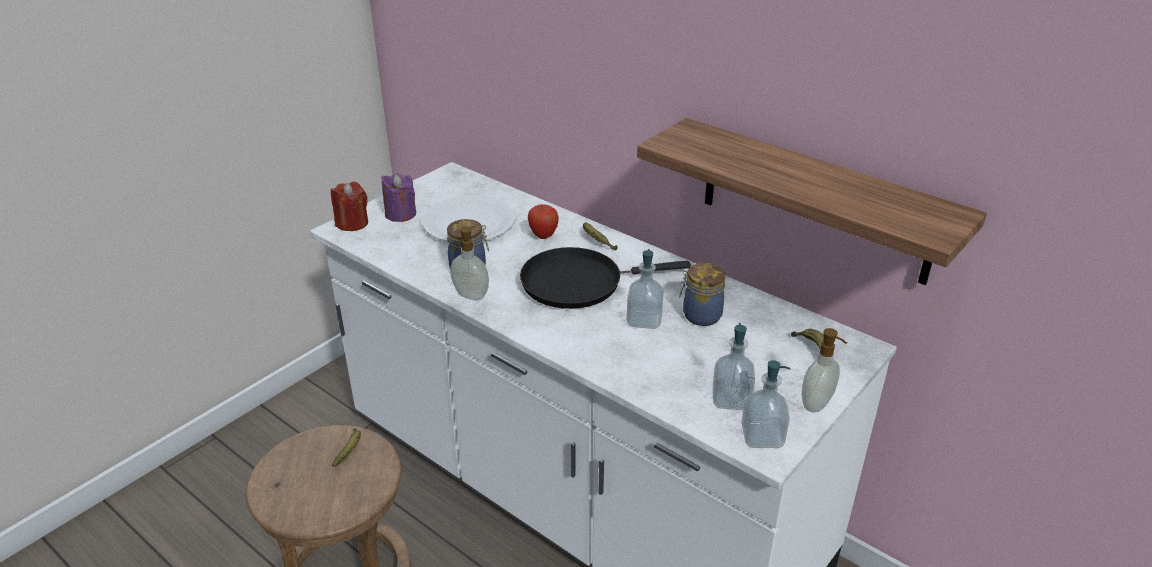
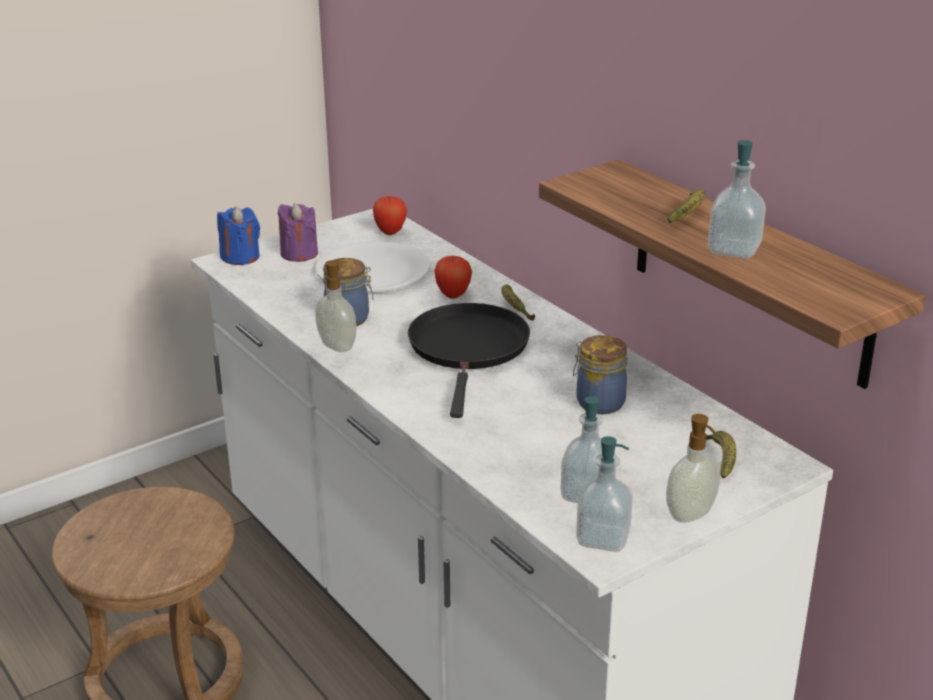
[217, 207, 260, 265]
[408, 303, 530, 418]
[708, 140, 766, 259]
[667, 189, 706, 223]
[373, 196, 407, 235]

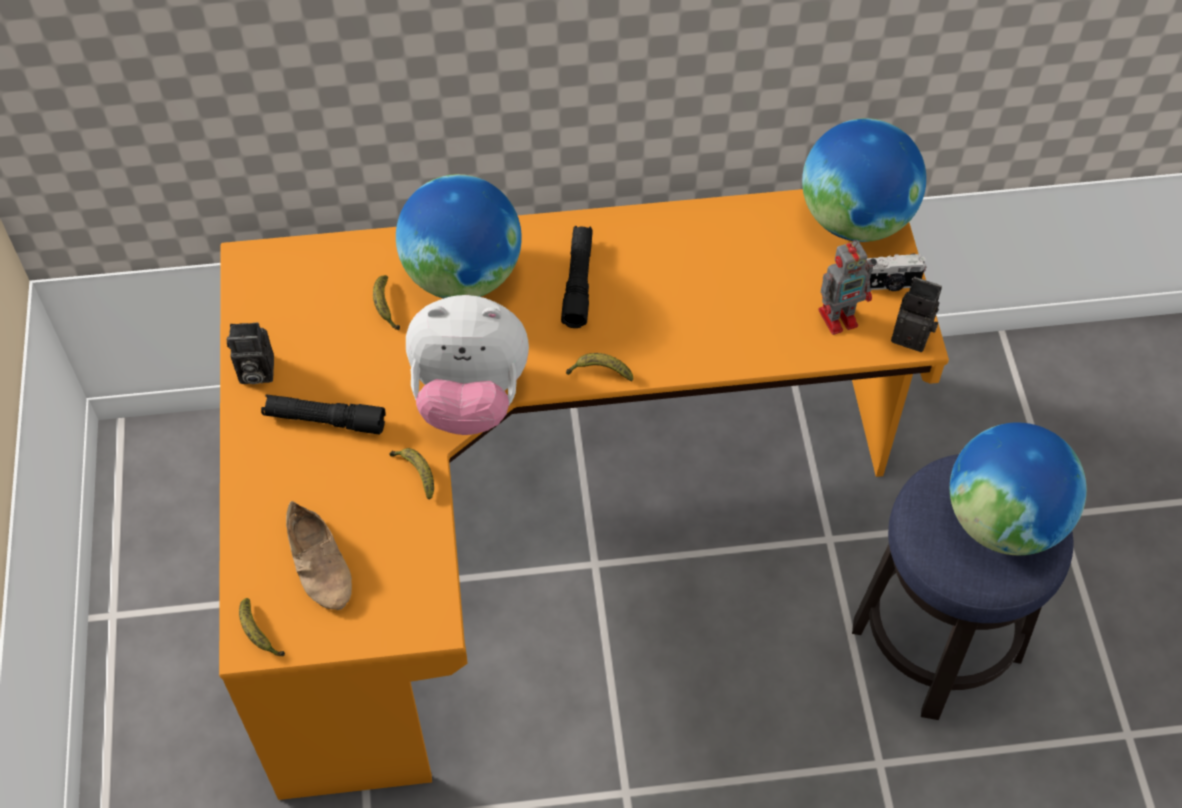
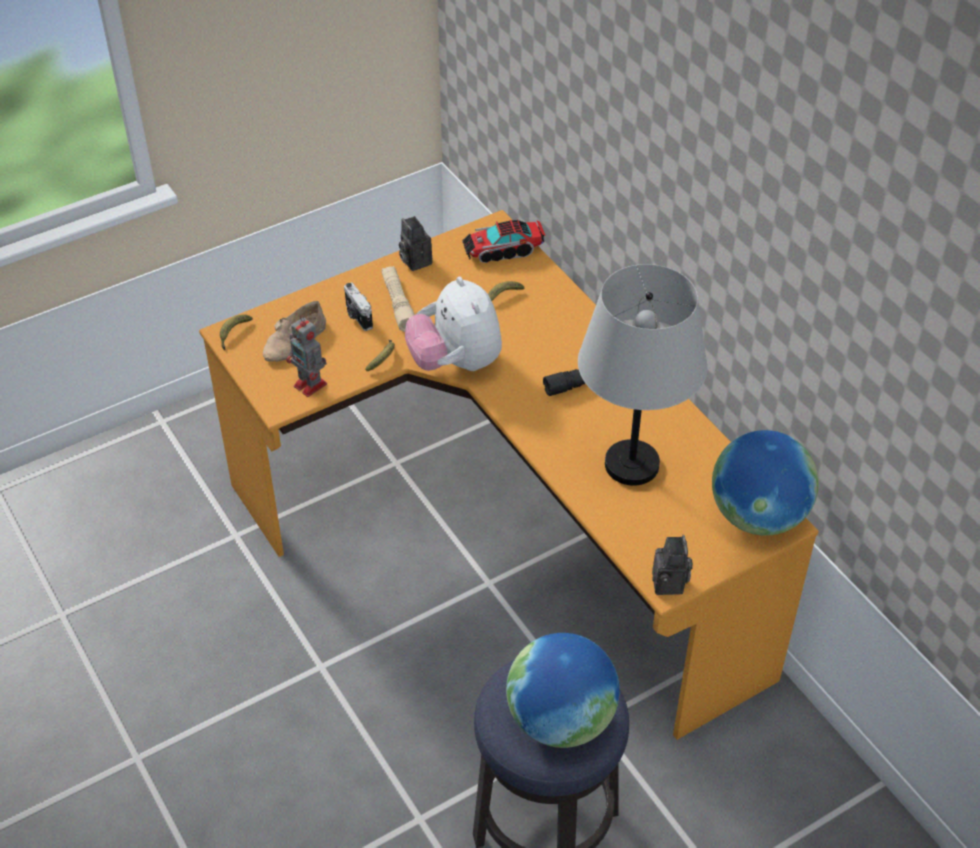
[396, 174, 522, 298] (first image)
[287, 315, 327, 397]
[344, 283, 373, 331]
[566, 353, 633, 382] (first image)
[382, 266, 415, 332]
[462, 220, 545, 263]
[578, 264, 707, 486]

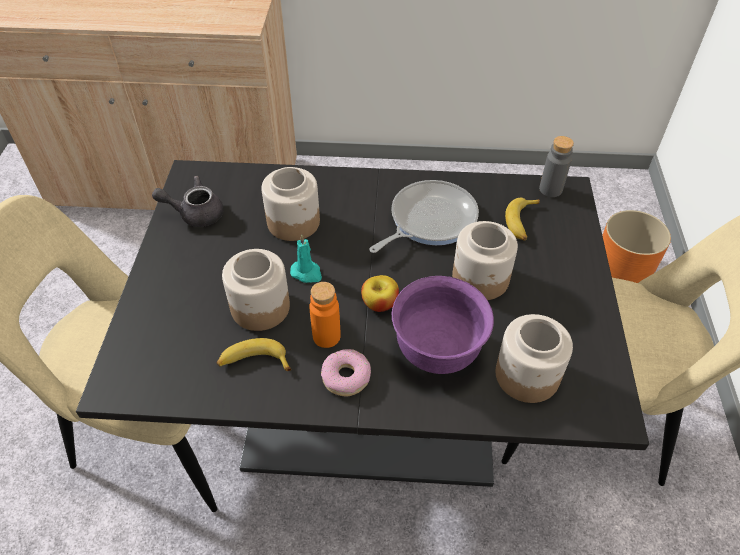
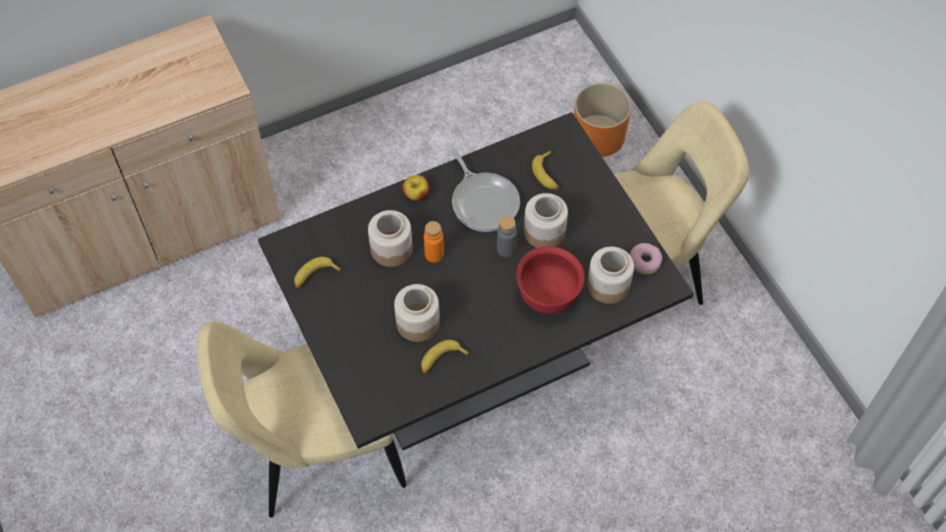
[497, 216, 517, 257]
[294, 257, 343, 288]
[452, 149, 520, 232]
[290, 234, 322, 283] (first image)
[403, 175, 429, 201]
[516, 246, 585, 314]
[424, 221, 444, 263]
[630, 243, 662, 274]

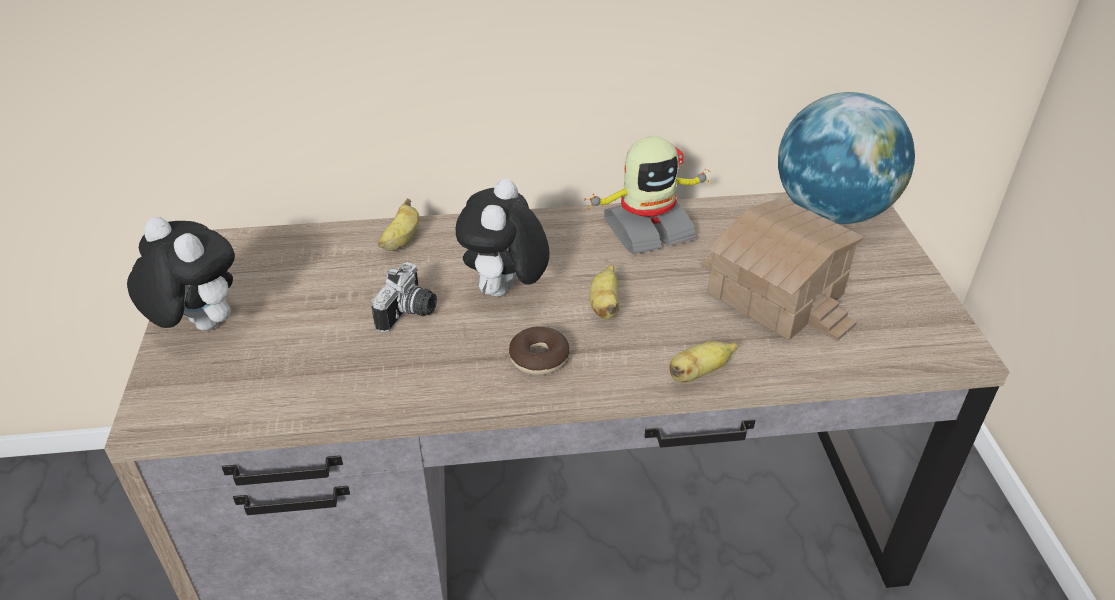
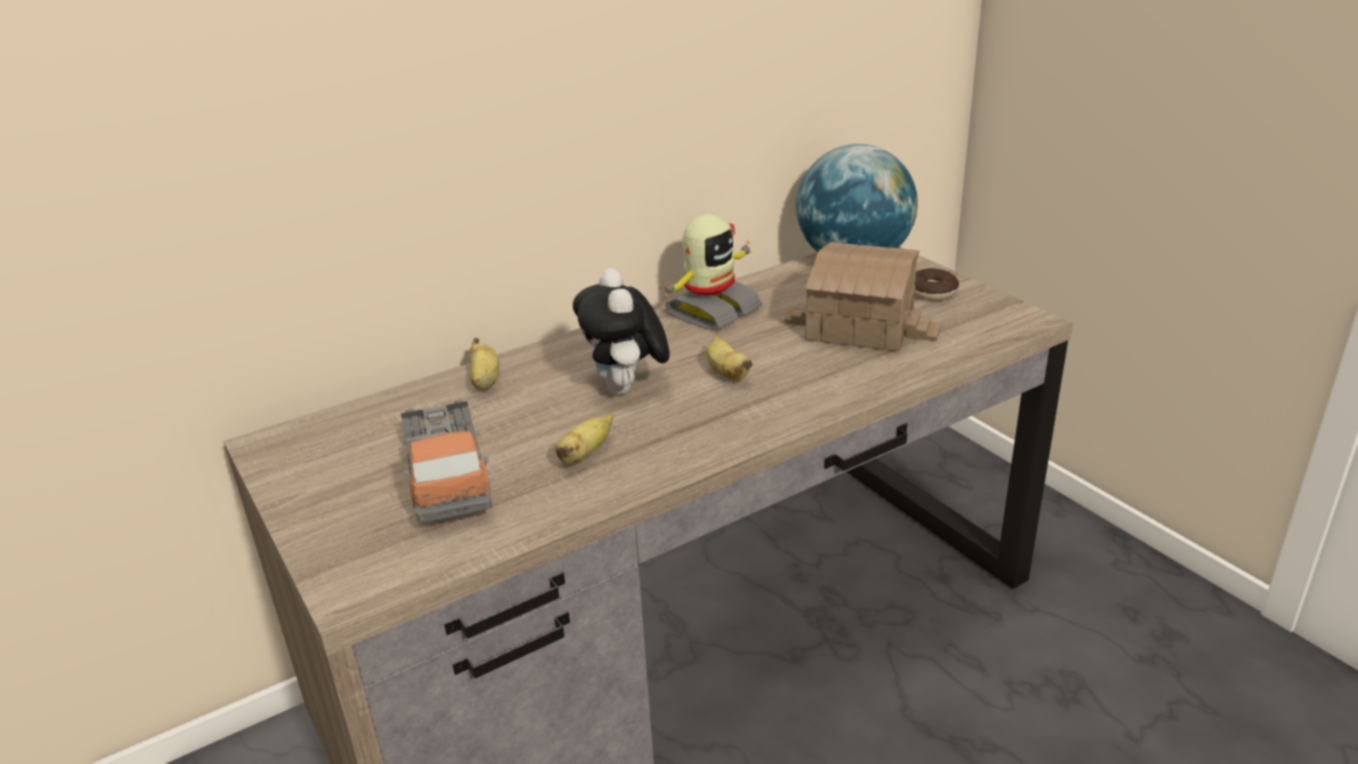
[127, 217, 235, 331] (first image)
[371, 262, 437, 333] (first image)
[915, 268, 959, 301]
[555, 414, 613, 465]
[401, 399, 492, 523]

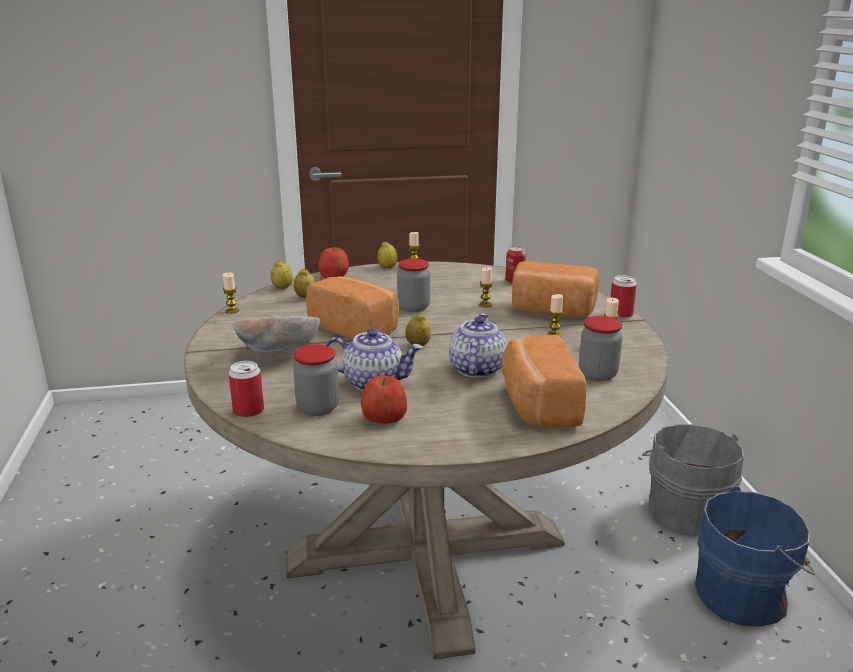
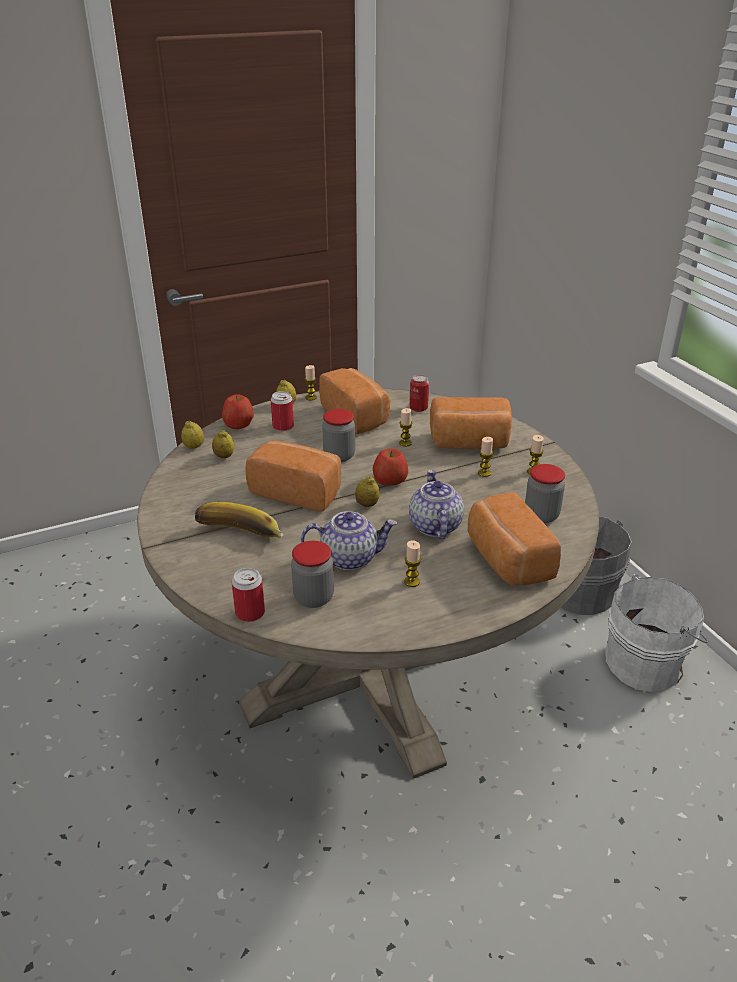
[404, 540, 421, 587]
[271, 391, 294, 431]
[195, 502, 283, 539]
[373, 449, 408, 485]
[605, 574, 708, 692]
[319, 368, 390, 434]

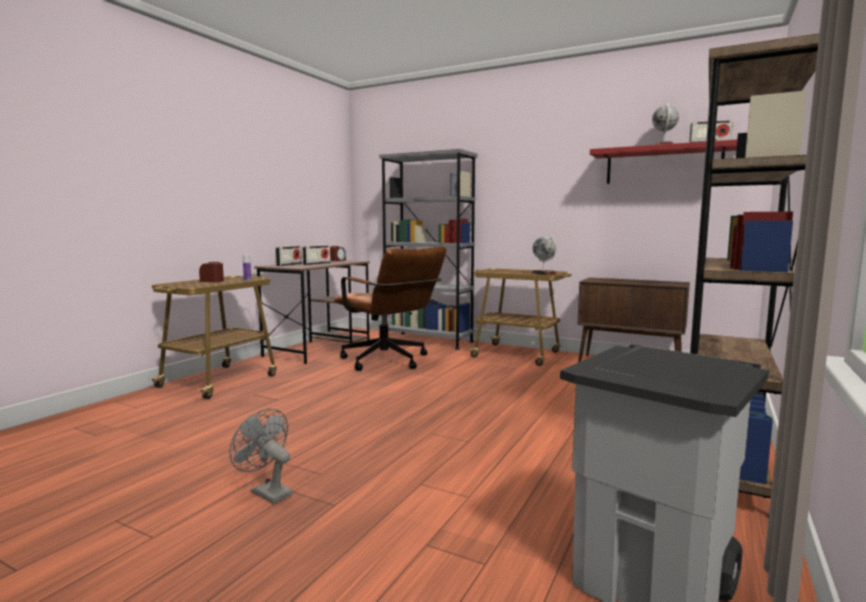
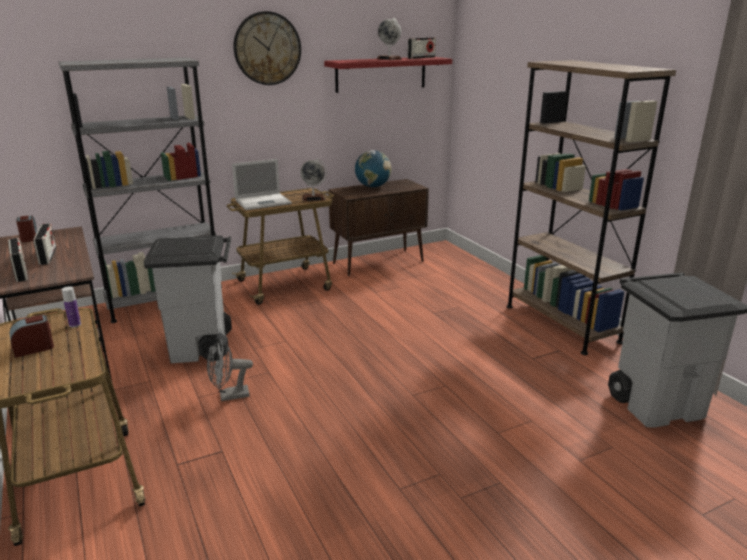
[144, 235, 232, 363]
[207, 339, 253, 401]
[233, 11, 301, 85]
[355, 150, 391, 187]
[232, 159, 292, 210]

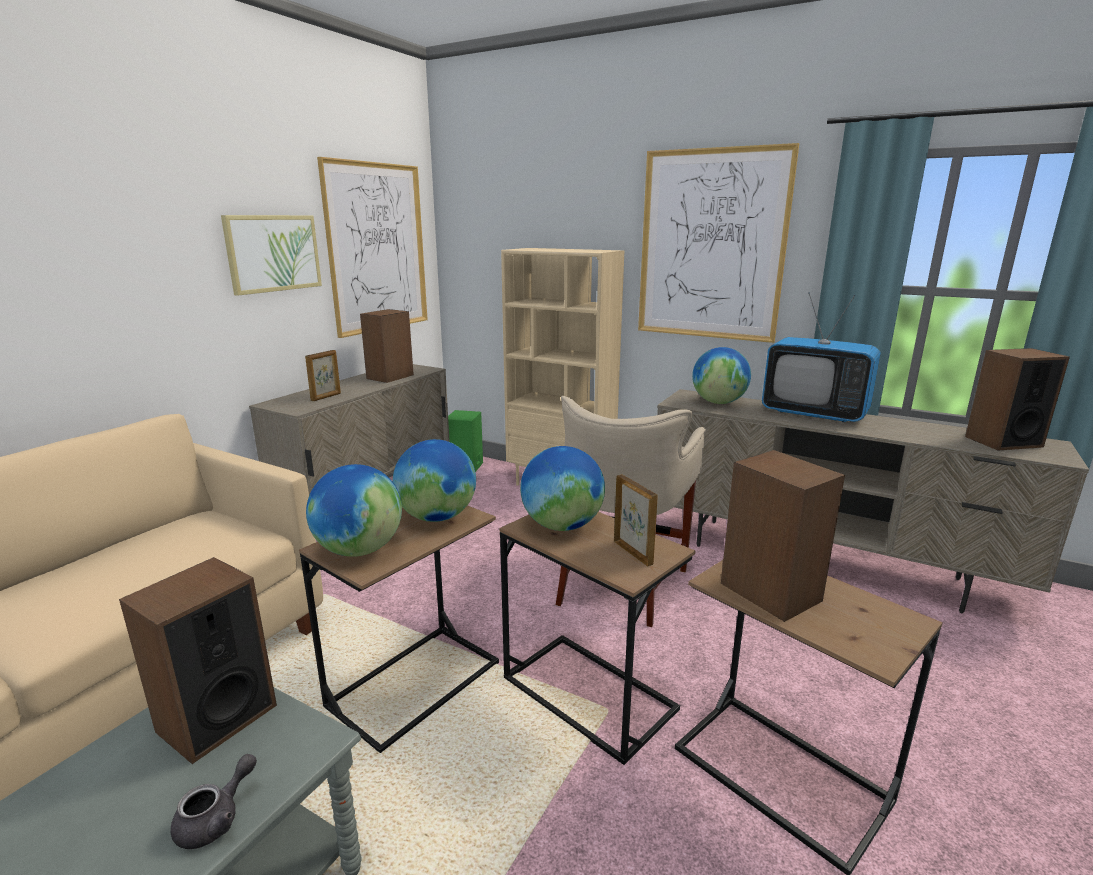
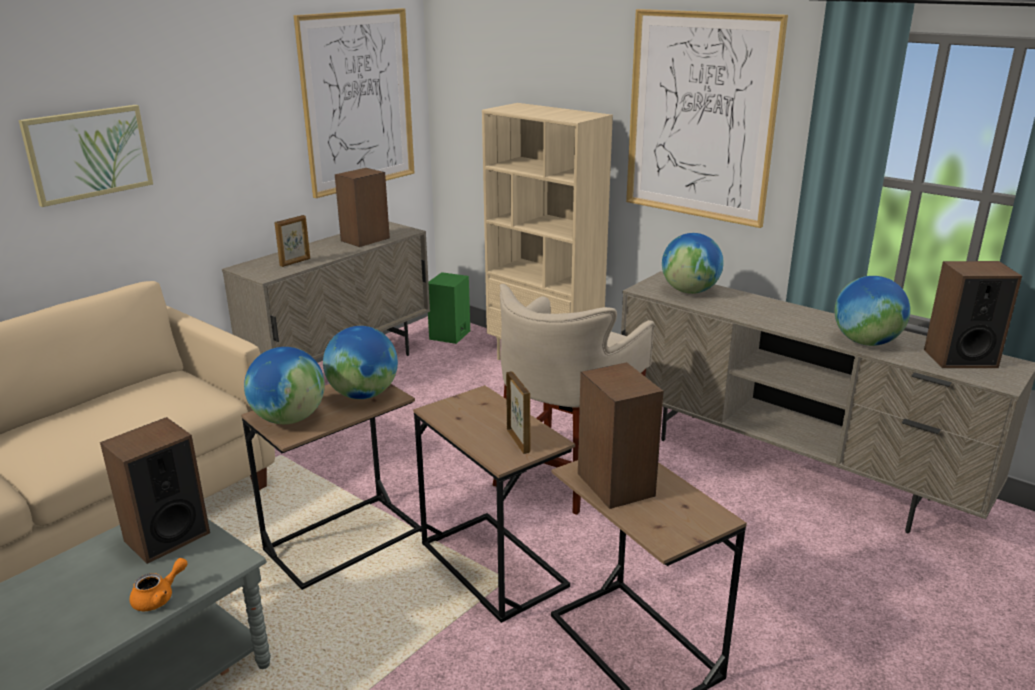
[19, 105, 153, 207]
[762, 292, 881, 422] (first image)
[835, 276, 910, 346]
[130, 558, 188, 611]

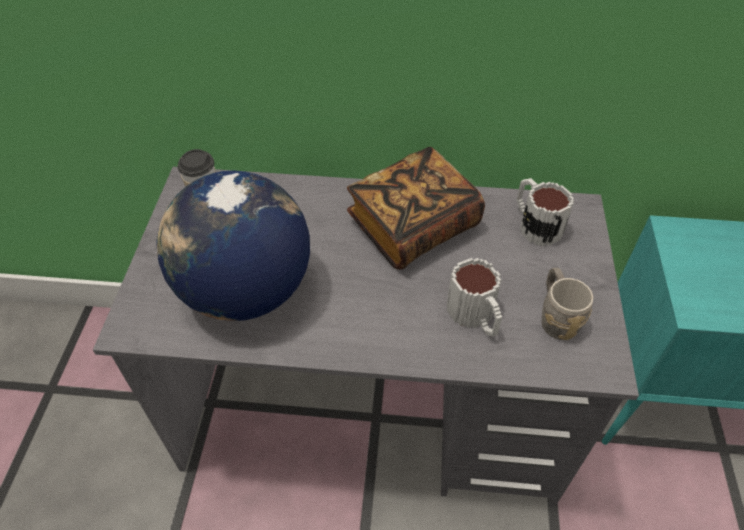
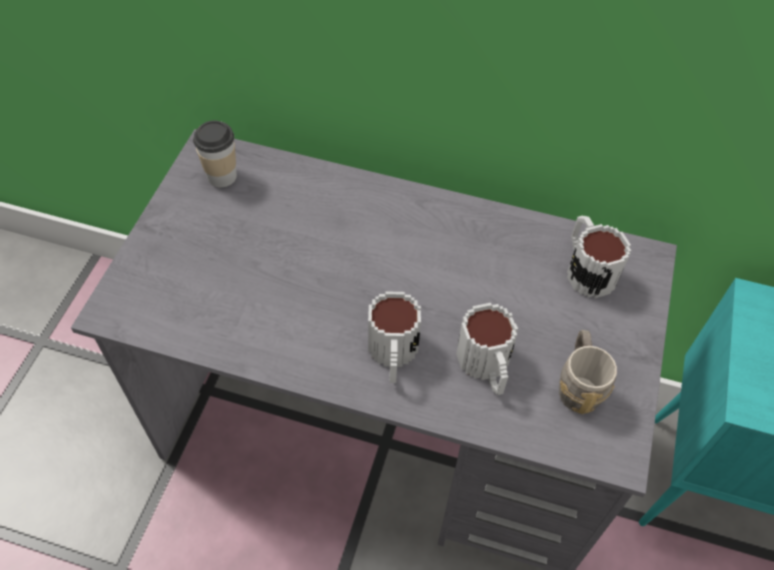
[347, 147, 485, 270] (first image)
[157, 171, 310, 321] (first image)
[368, 291, 421, 383]

